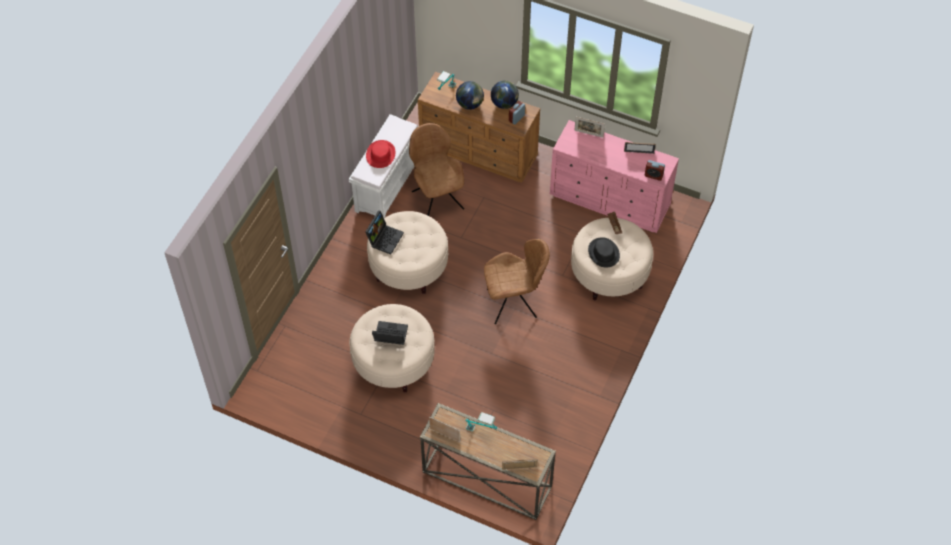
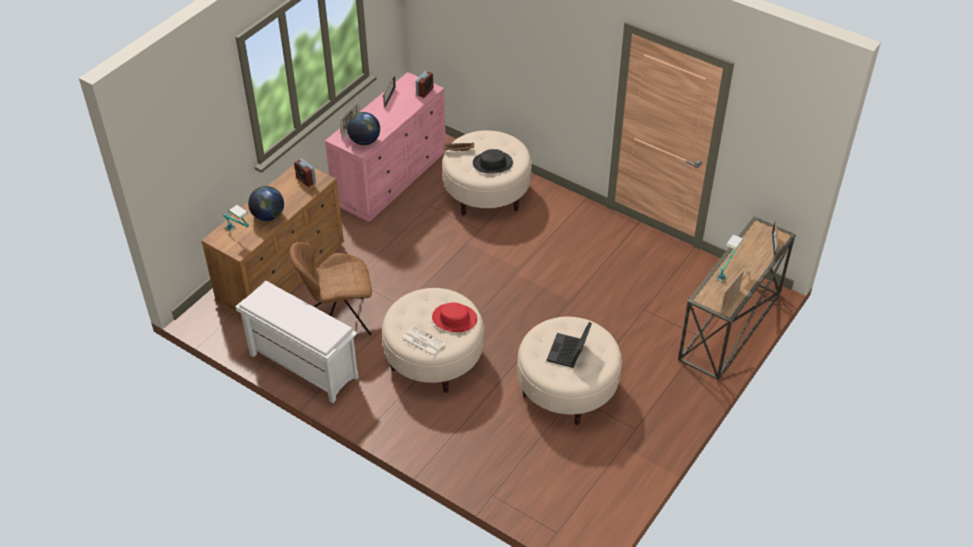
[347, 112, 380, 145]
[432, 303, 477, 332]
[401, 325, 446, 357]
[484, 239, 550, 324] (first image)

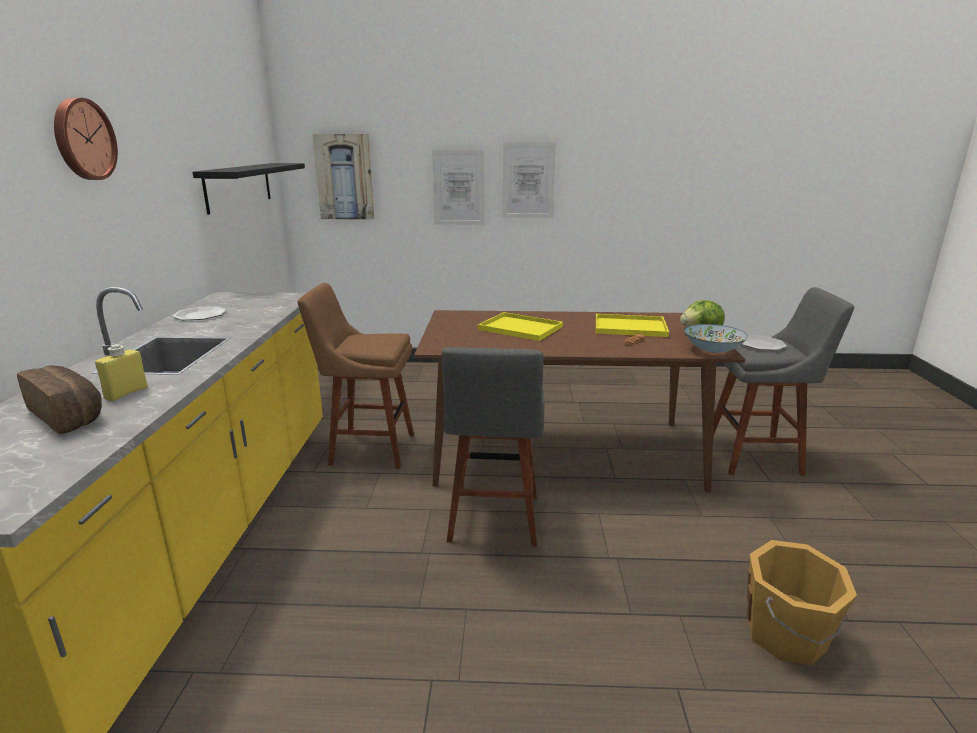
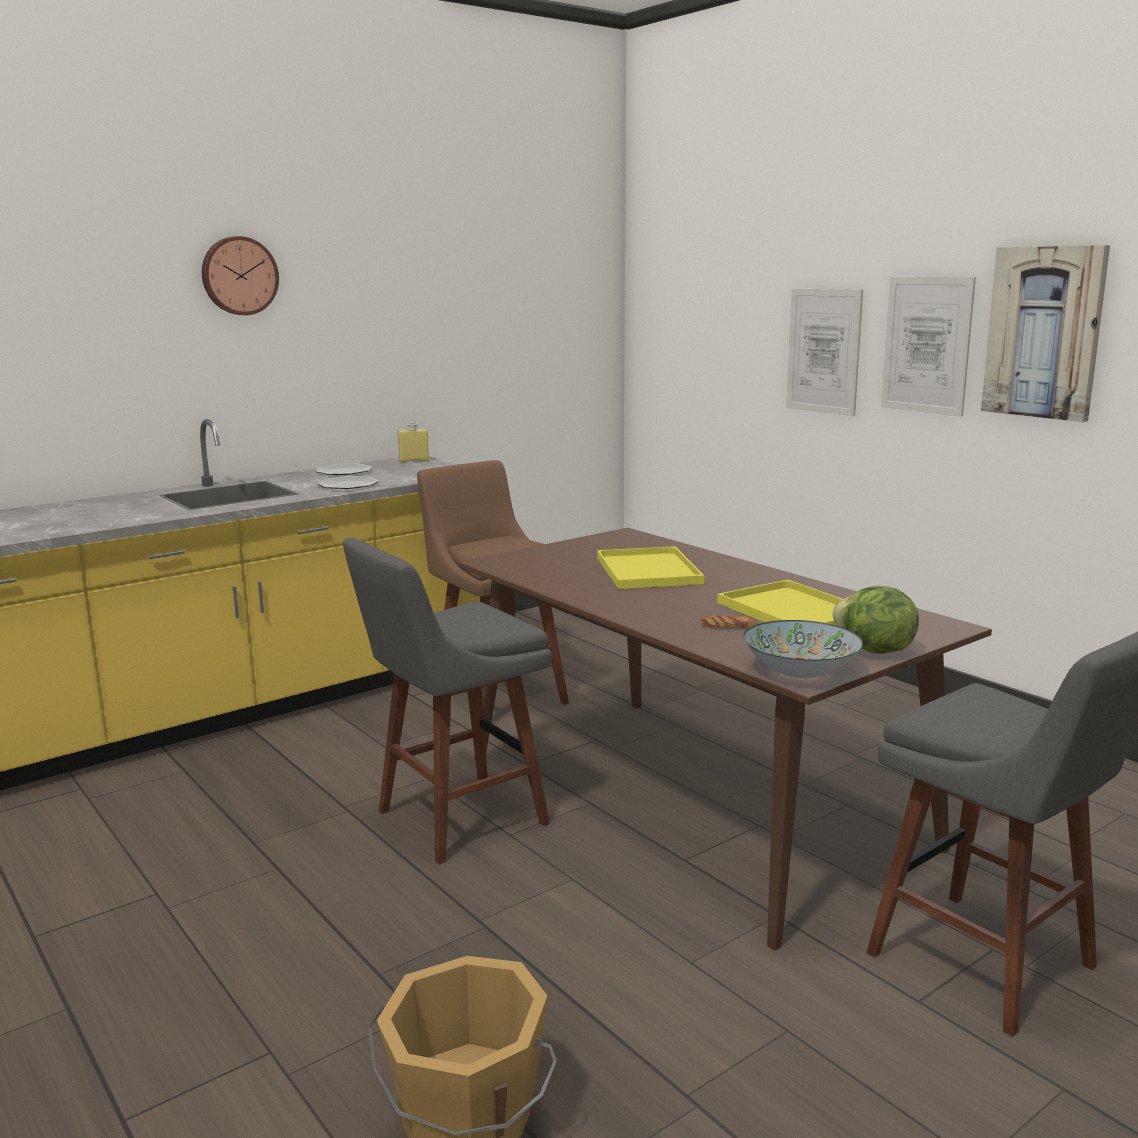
[981, 245, 1110, 422]
[192, 163, 305, 215] (first image)
[317, 476, 379, 489]
[398, 422, 429, 463]
[17, 365, 102, 434] (first image)

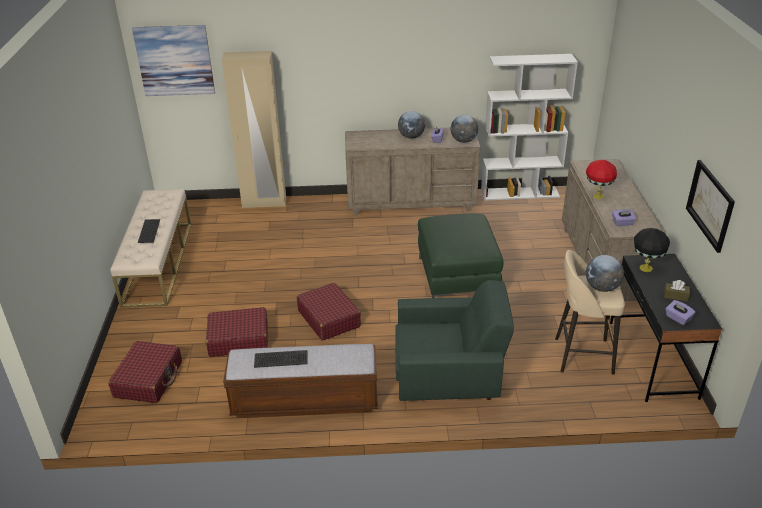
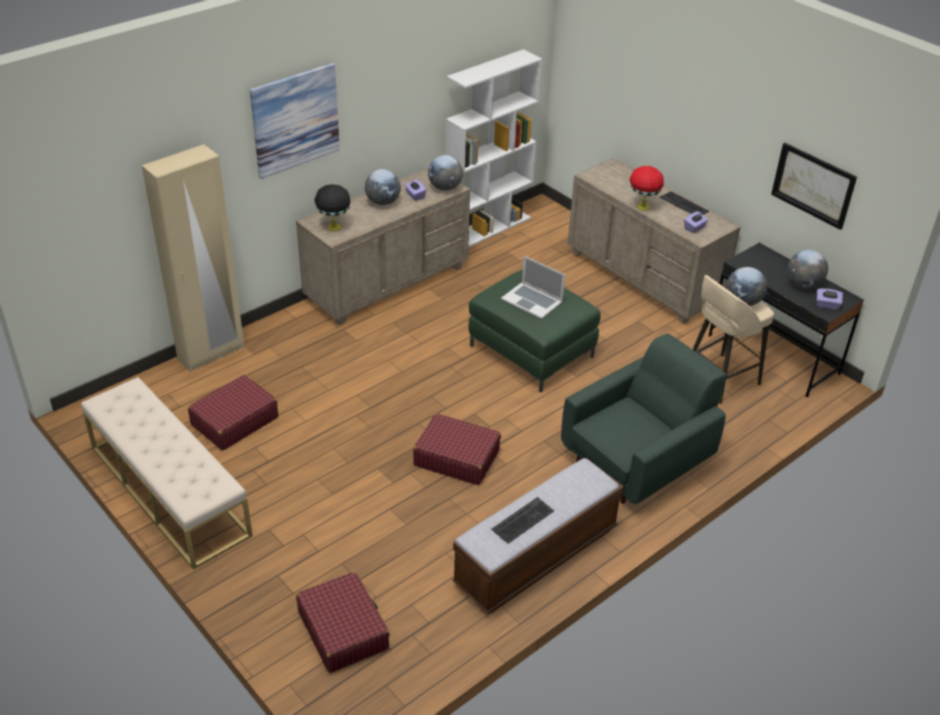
[250, 63, 340, 179]
[660, 191, 709, 215]
[314, 184, 350, 231]
[788, 250, 828, 288]
[188, 375, 278, 450]
[501, 256, 565, 319]

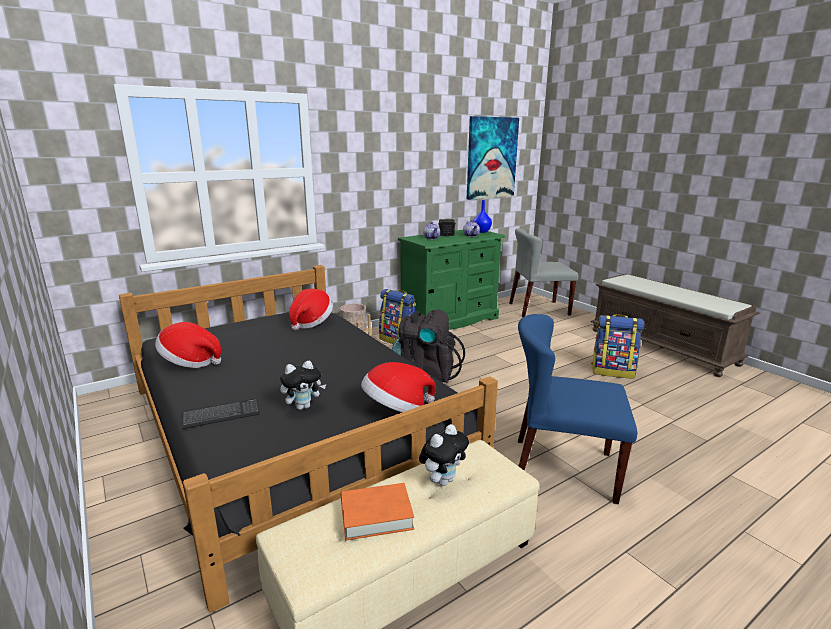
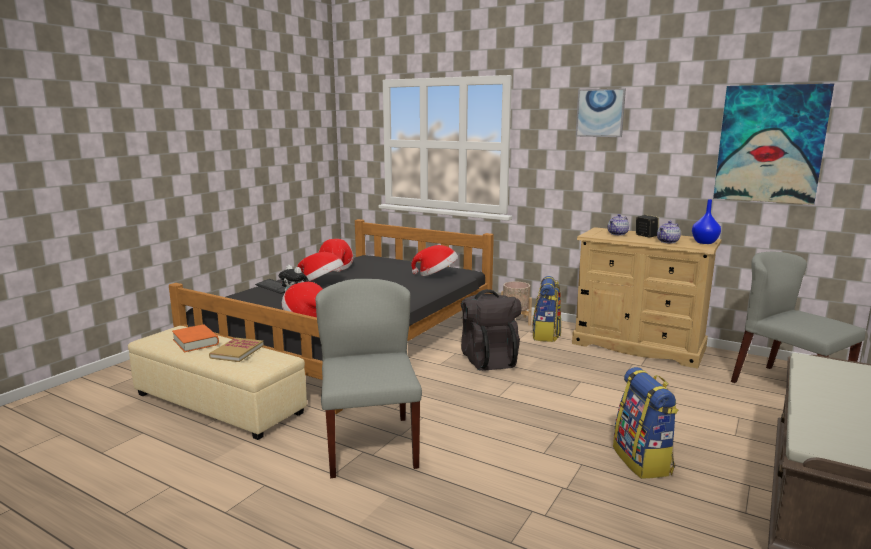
[572, 227, 722, 369]
[316, 279, 422, 478]
[209, 338, 264, 362]
[576, 88, 626, 137]
[297, 252, 344, 281]

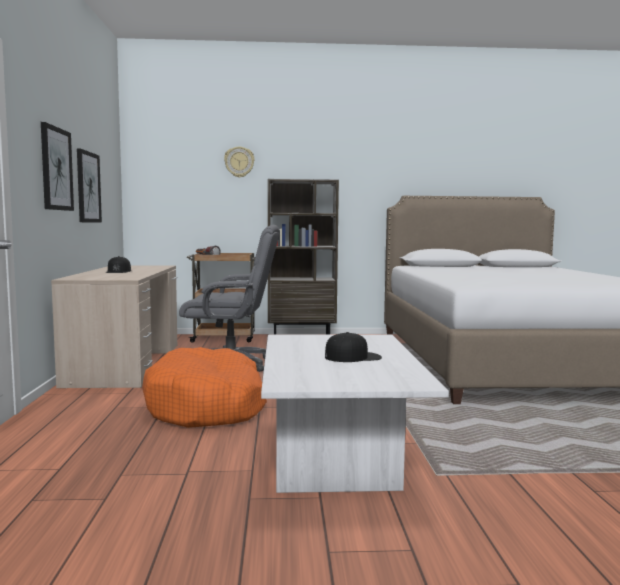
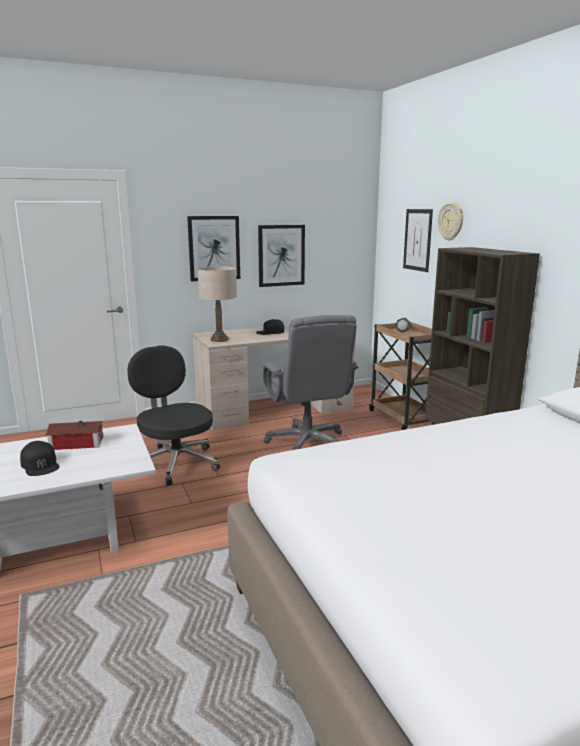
[127, 346, 220, 486]
[403, 209, 433, 272]
[198, 267, 237, 342]
[45, 421, 103, 450]

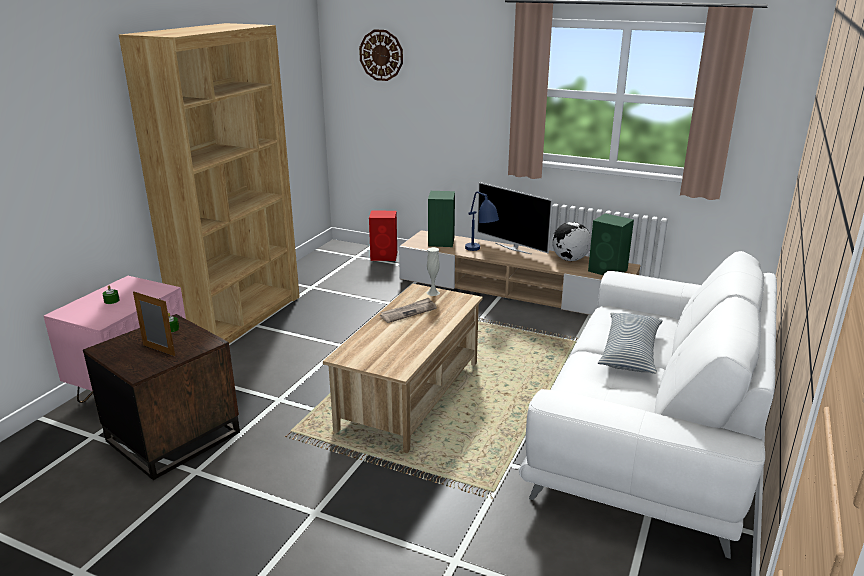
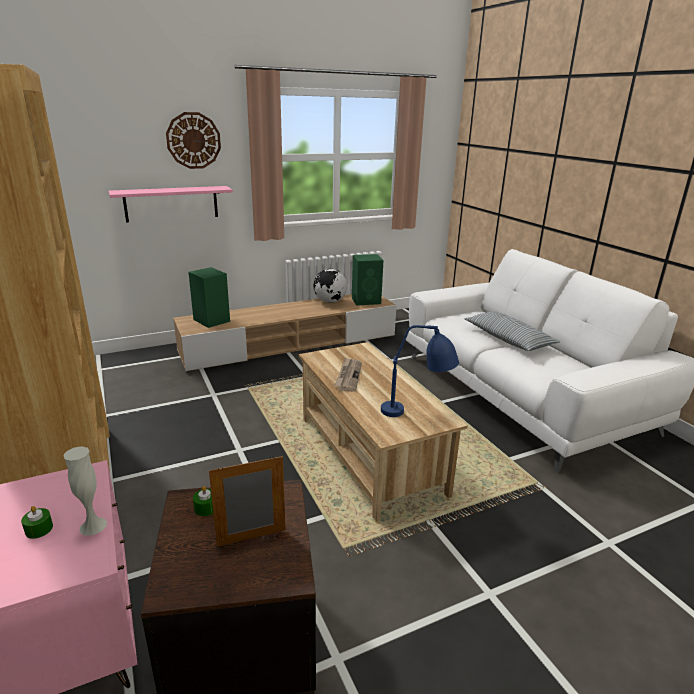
[166, 112, 221, 169]
[477, 182, 553, 255] (first image)
[381, 325, 459, 417]
[369, 211, 397, 261] (first image)
[63, 446, 107, 535]
[108, 186, 233, 223]

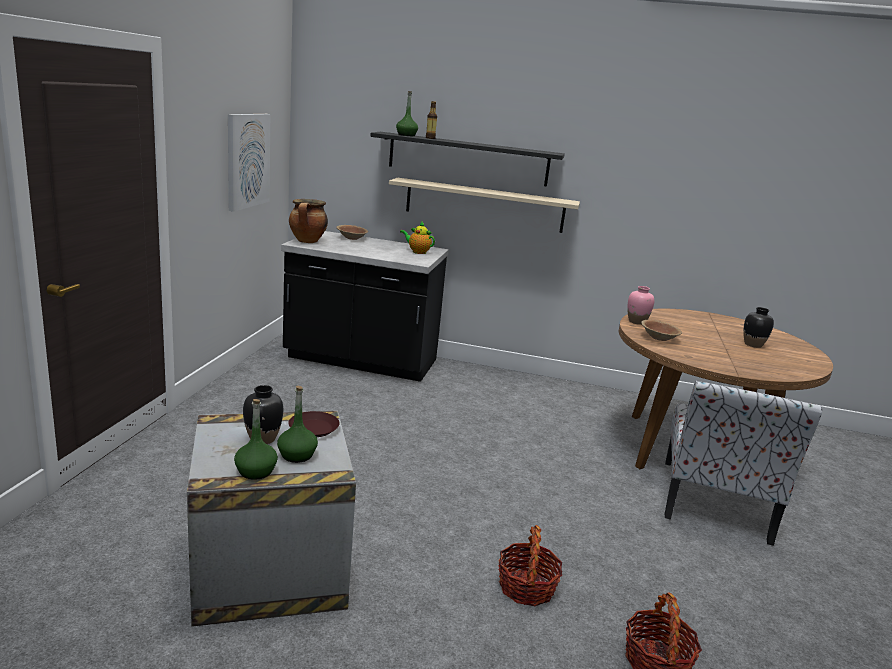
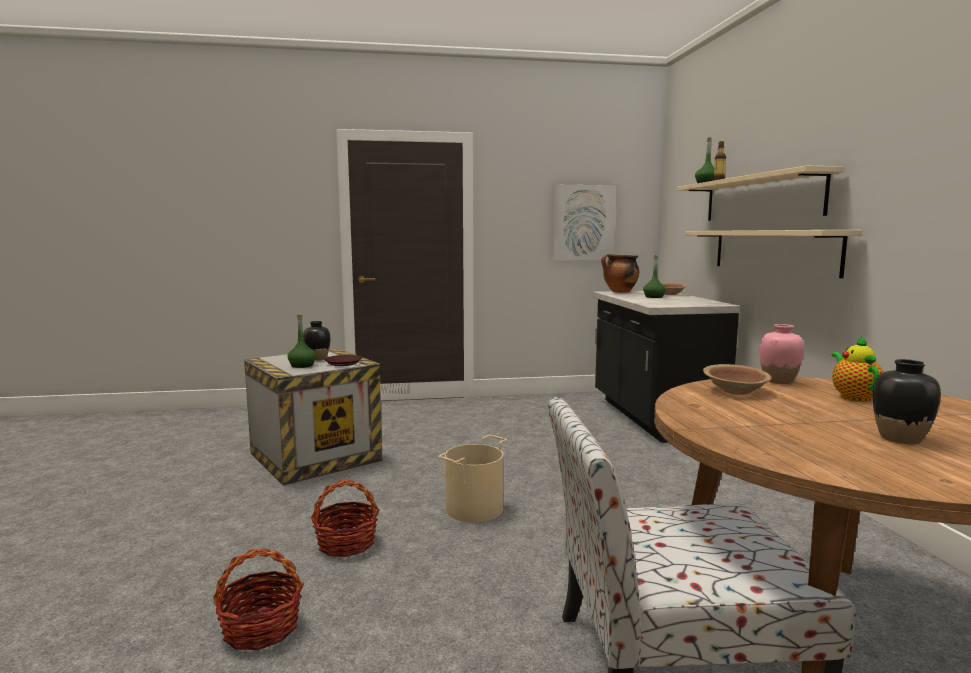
[677, 166, 844, 221]
[832, 336, 883, 402]
[643, 255, 666, 298]
[439, 435, 507, 522]

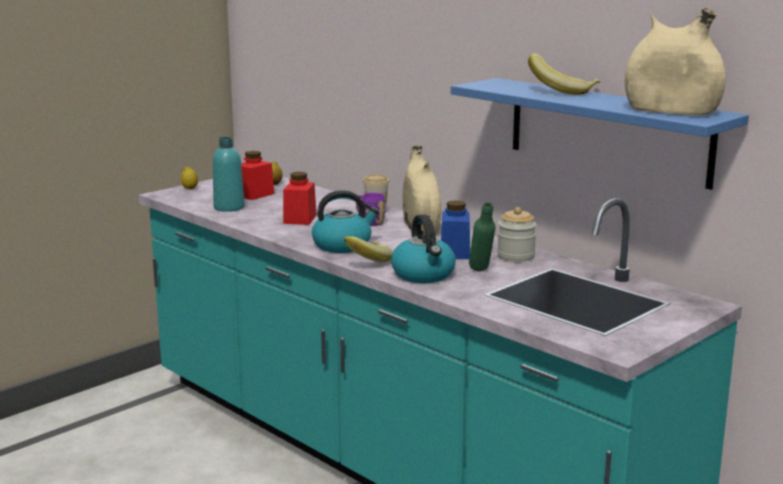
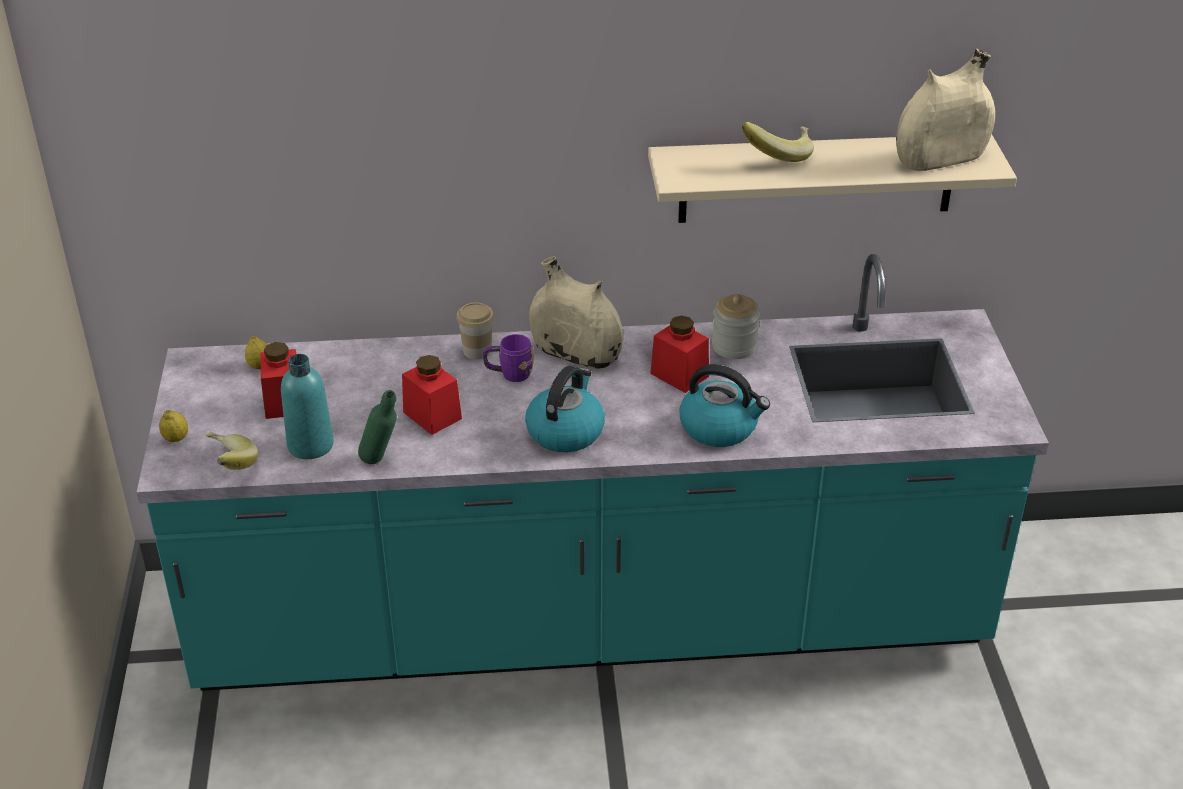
[648, 134, 1017, 223]
[650, 316, 709, 393]
[358, 390, 397, 464]
[206, 431, 258, 470]

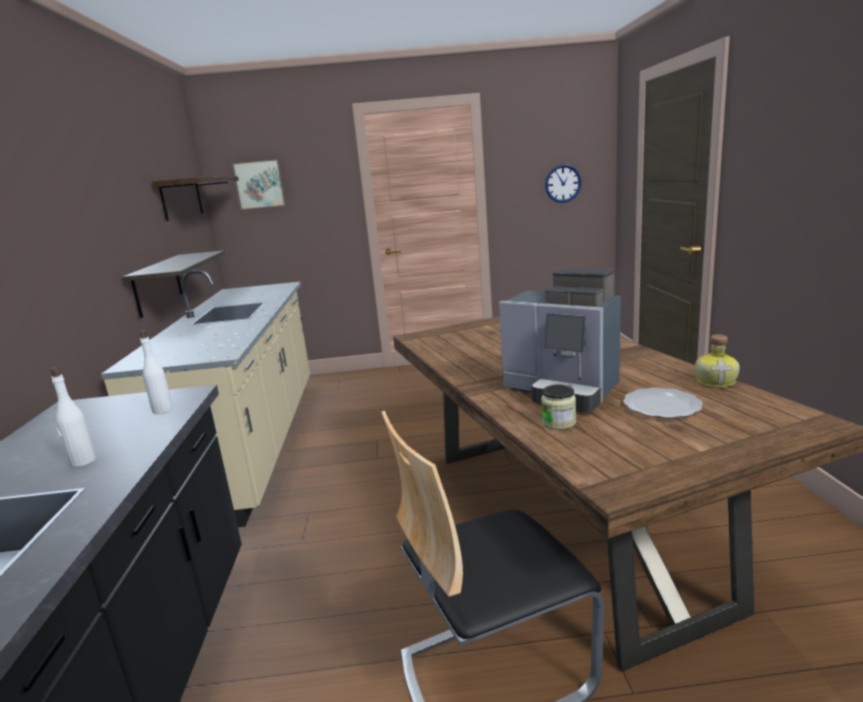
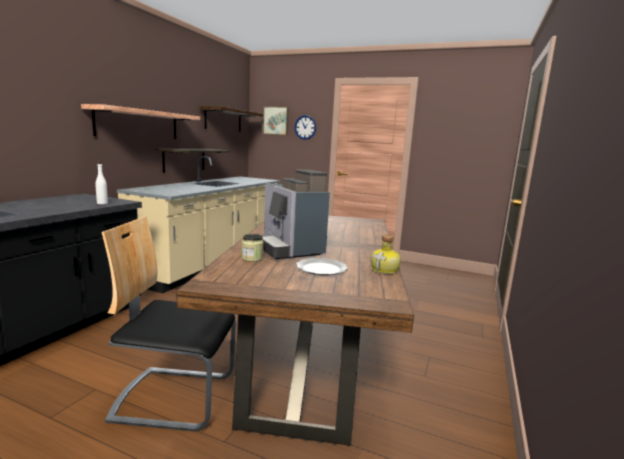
[294, 115, 316, 140]
[51, 367, 96, 467] (first image)
[81, 104, 200, 139]

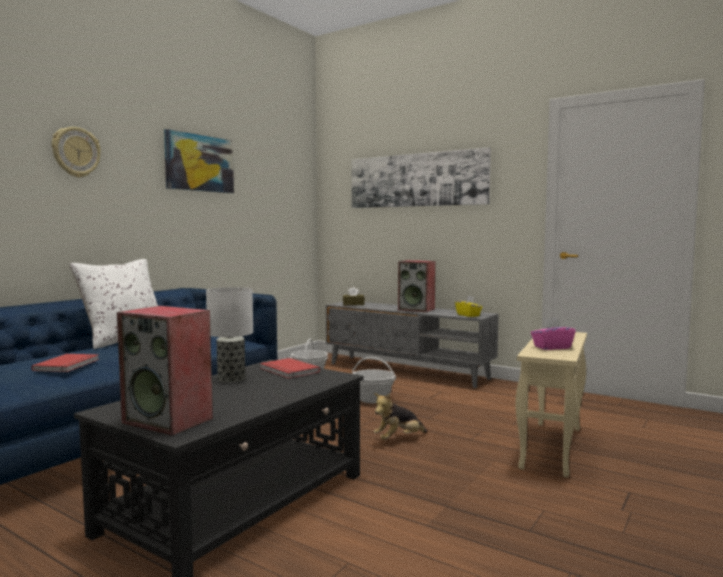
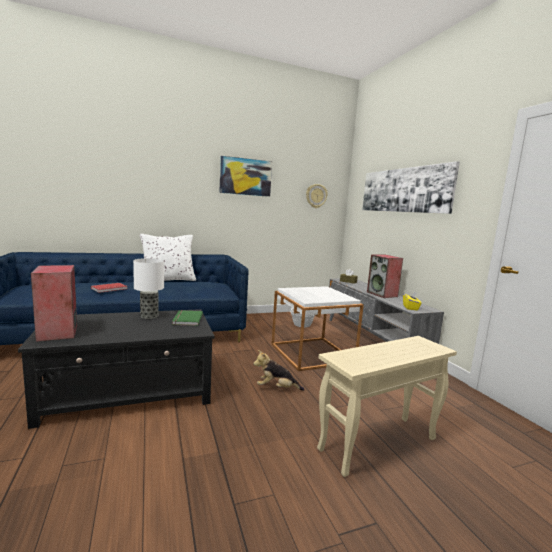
[306, 184, 328, 208]
[531, 318, 576, 350] (first image)
[271, 286, 364, 371]
[172, 310, 203, 326]

